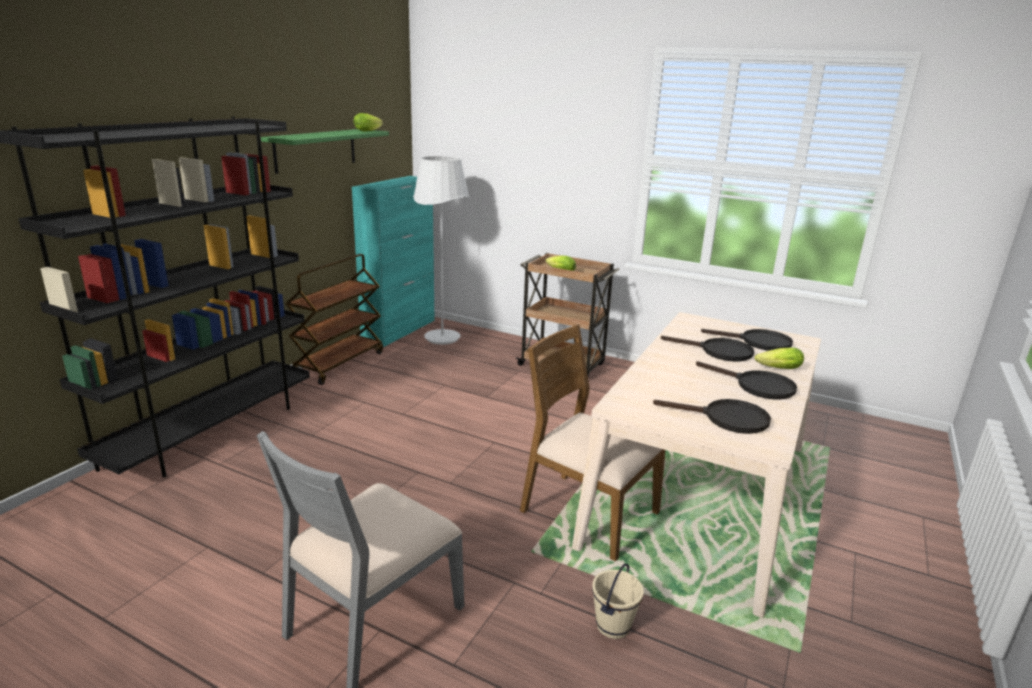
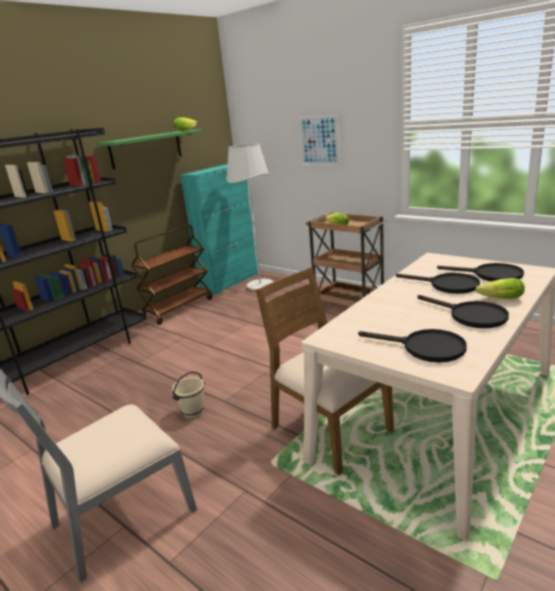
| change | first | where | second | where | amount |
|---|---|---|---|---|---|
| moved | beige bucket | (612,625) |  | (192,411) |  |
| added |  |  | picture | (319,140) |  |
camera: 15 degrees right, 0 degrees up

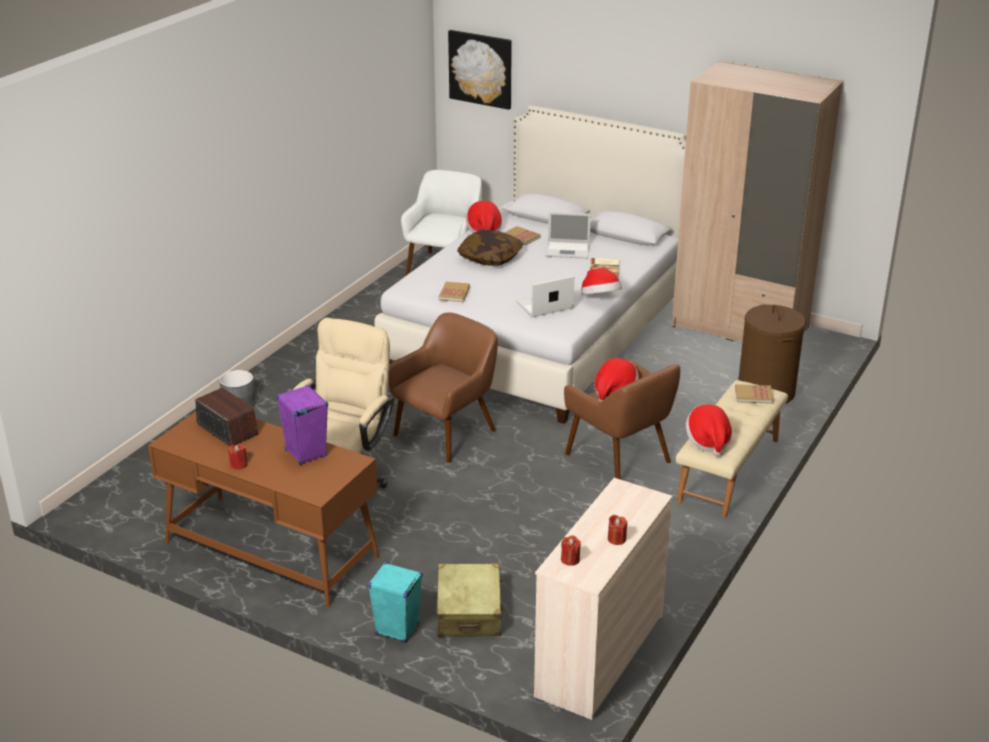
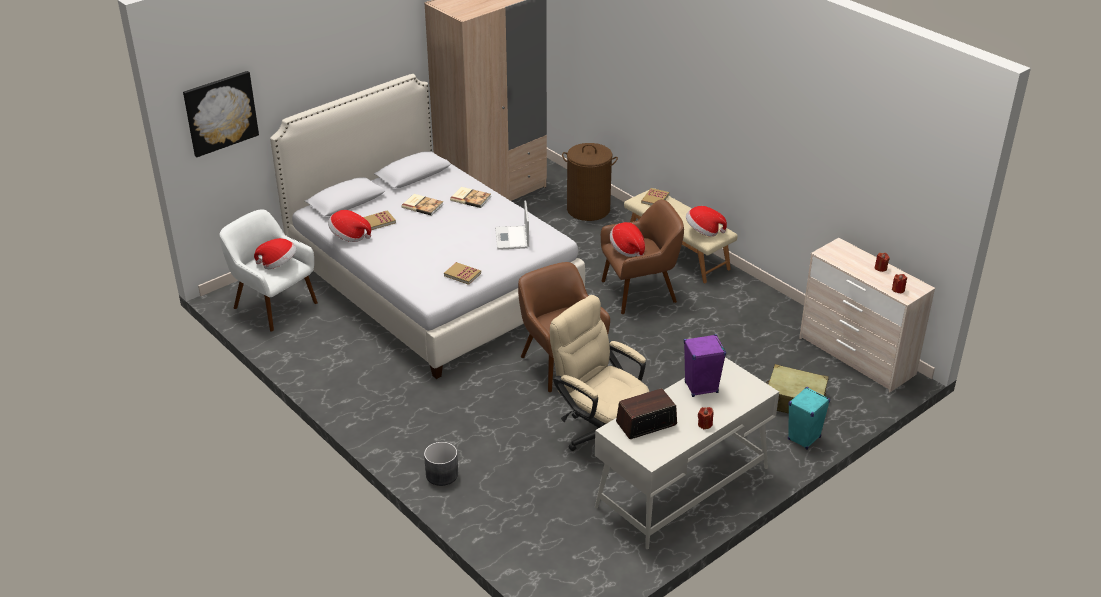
| change | first | where | second | where | amount |
|---|---|---|---|---|---|
| recoloured | brown desk | (271,549) | white desk | (682,487) |  |
| removed | pillow | (490,258) |  |  |  |
| replaced | laptop | (568,250) | book | (422,205) |  |
| moved | hat | (600,298) |  | (278,264) |  |
camera: 70 degrees left, 5 degrees up

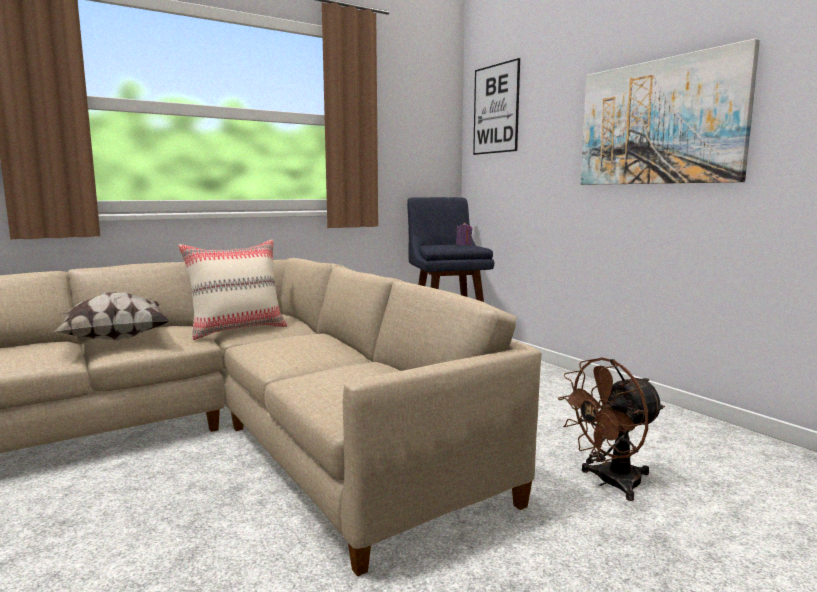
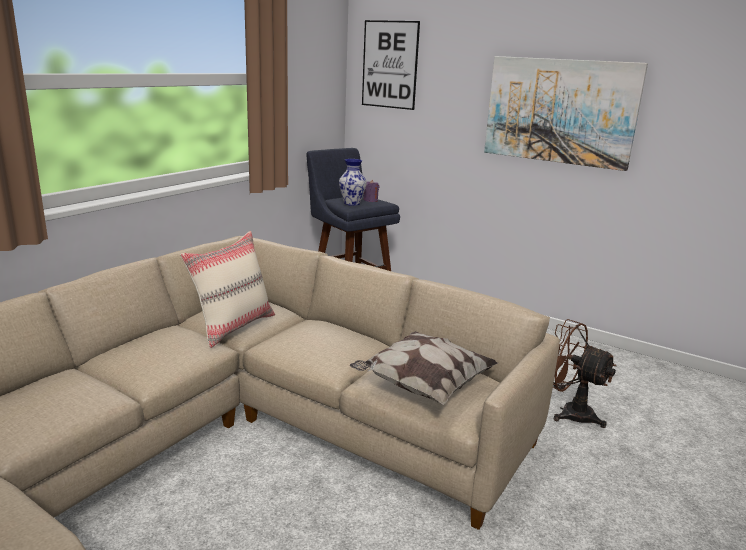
| change | first | where | second | where | amount |
|---|---|---|---|---|---|
| moved | pillow | (114,338) |  | (422,386) |  |
| turned | brown fan | (610,483) |  | (569,412) | 90 degrees clockwise |
| added |  |  | vase | (352,203) |  |
camera: 25 degrees left, 10 degrees up

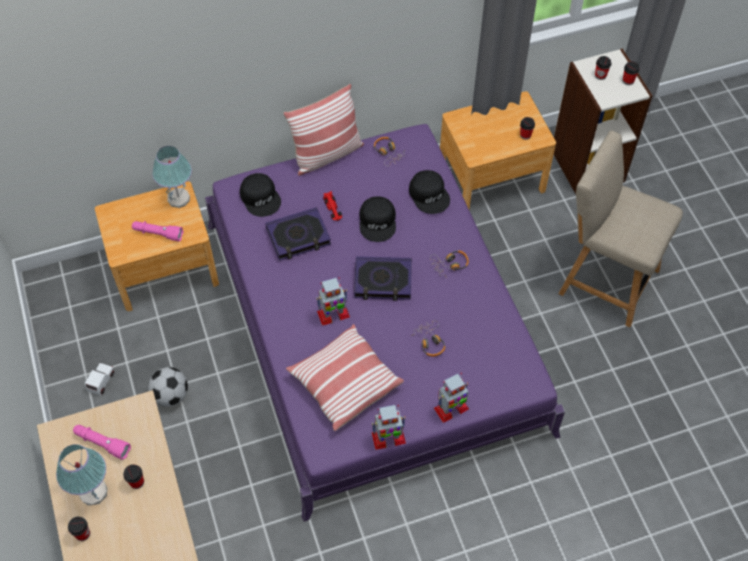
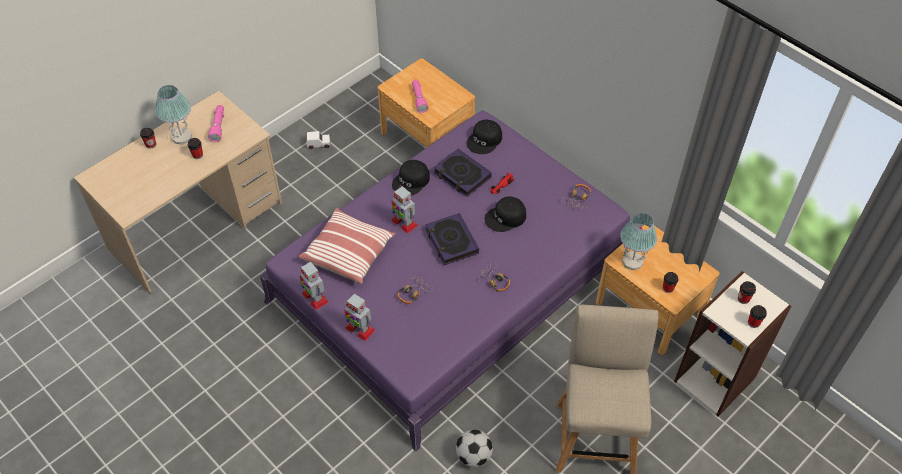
| change | first | where | second | where | amount |
|---|---|---|---|---|---|
| moved | football | (171,395) |  | (474,456) |  |
| moved | table lamp | (178,199) |  | (632,261) |  |
| removed | pillow | (327,154) |  |  |  |
| moved | black cap | (429,194) |  | (411,181) |  |
camera: 65 degrees right, 5 degrees down

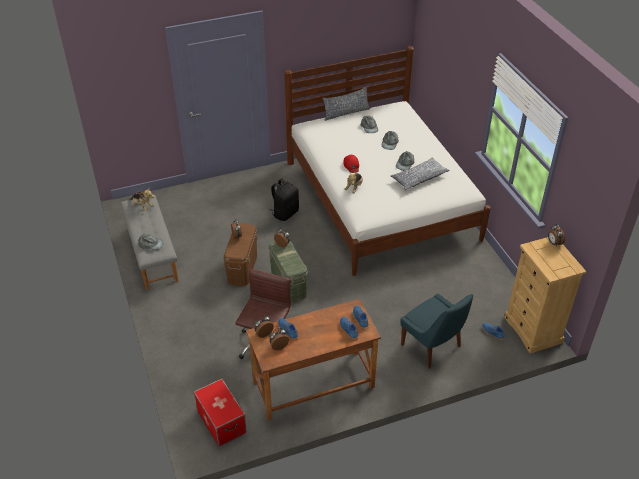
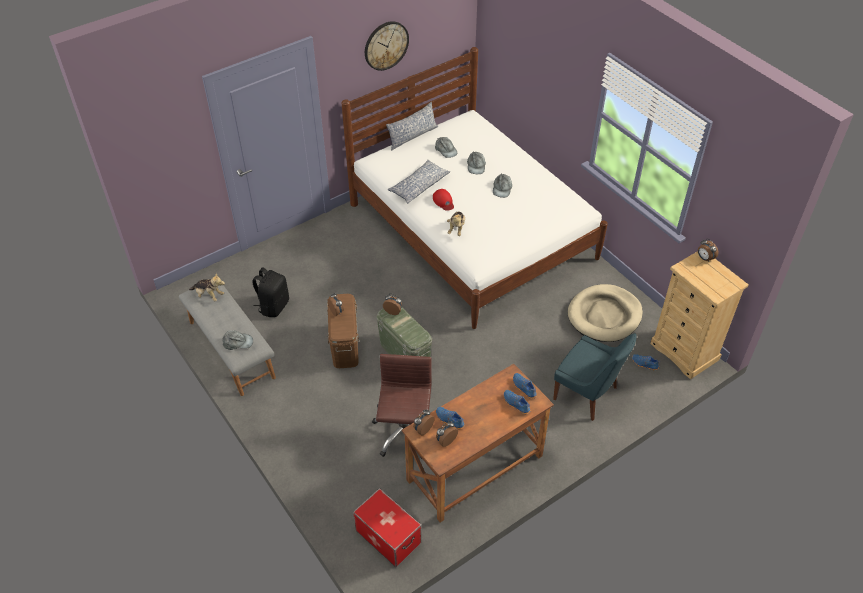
| change | first | where | second | where | amount |
|---|---|---|---|---|---|
| moved | black backpack | (285,213) |  | (273,306) |  |
| moved | pillow | (418,178) |  | (418,186) |  |
| added |  |  | wall clock | (386,45) |  |
| added |  |  | beige dog bed | (604,315) |  |
camera: 15 degrees left, 5 degrees up

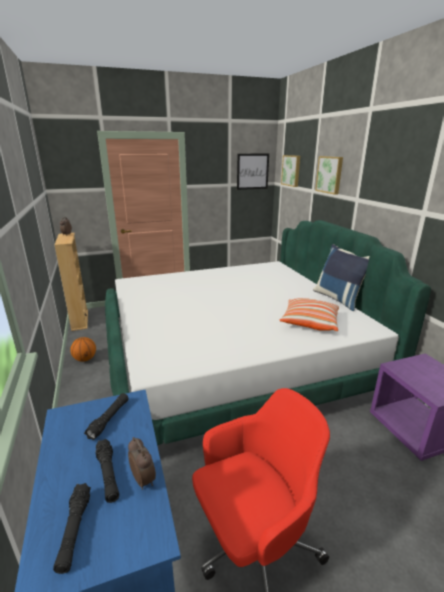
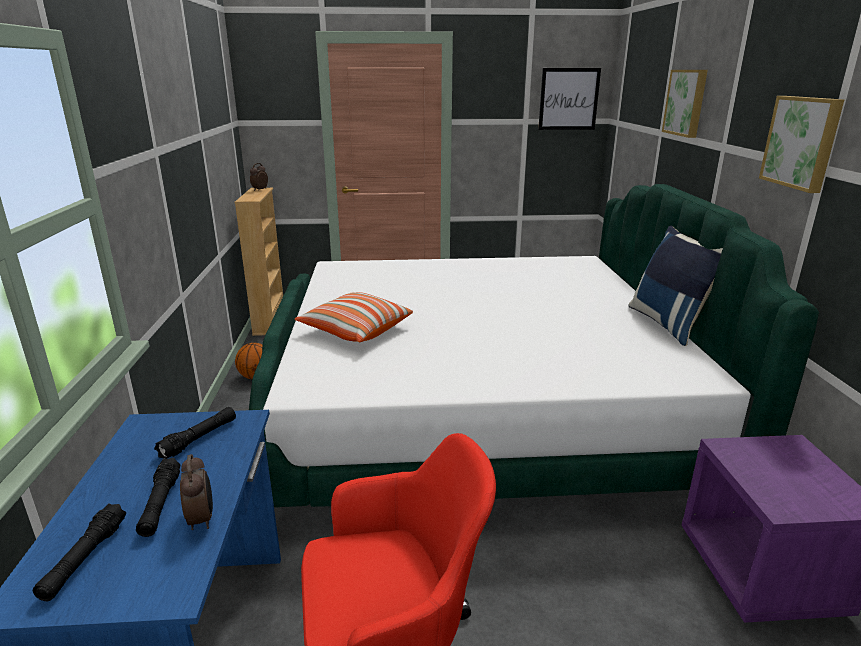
| change | first | where | second | where | amount |
|---|---|---|---|---|---|
| moved | pillow | (309,323) |  | (355,331) |  |
| moved | picture | (291,170) |  | (802,142) |  |
camera: 15 degrees right, 0 degrees up

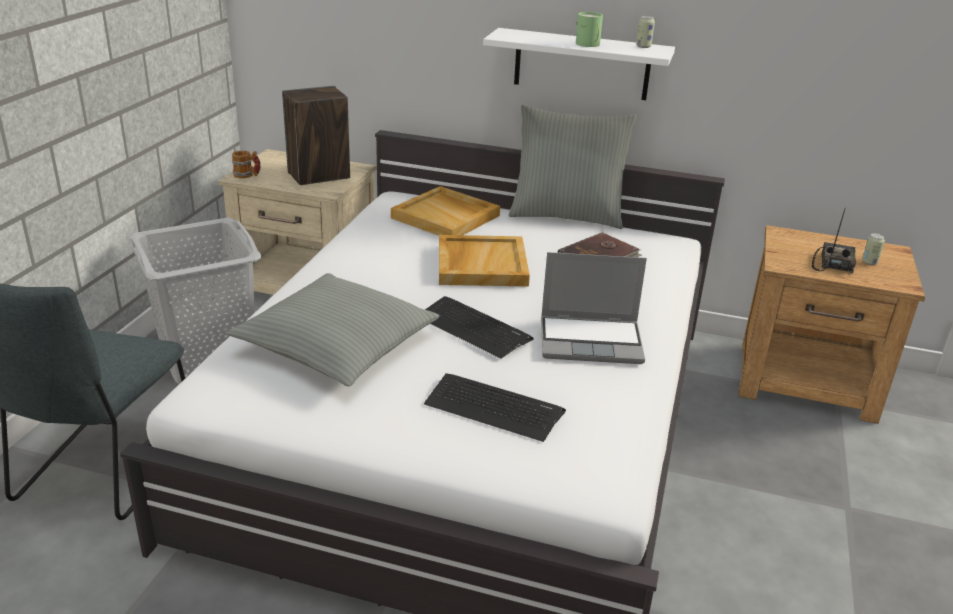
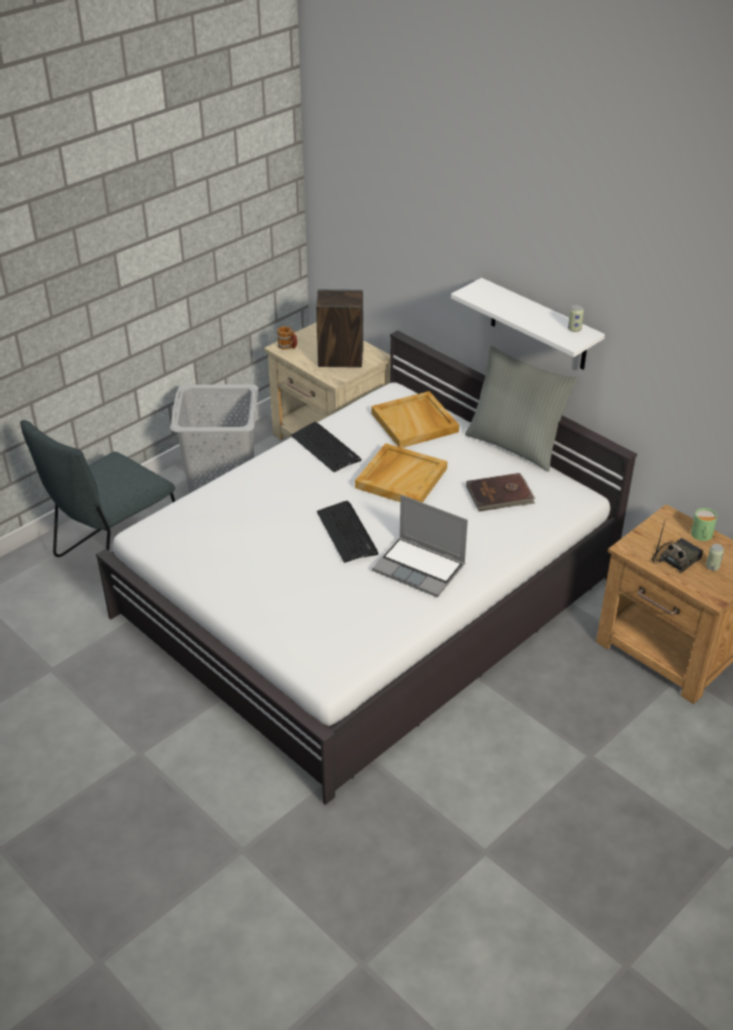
| change | first | where | second | where | amount |
|---|---|---|---|---|---|
| removed | grey pillow | (337,344) |  |  |  |
| moved | keyboard | (493,408) |  | (326,448) |  |
| moved | green mug | (588,44) |  | (701,535) |  |
camera: 30 degrees right, 10 degrees up

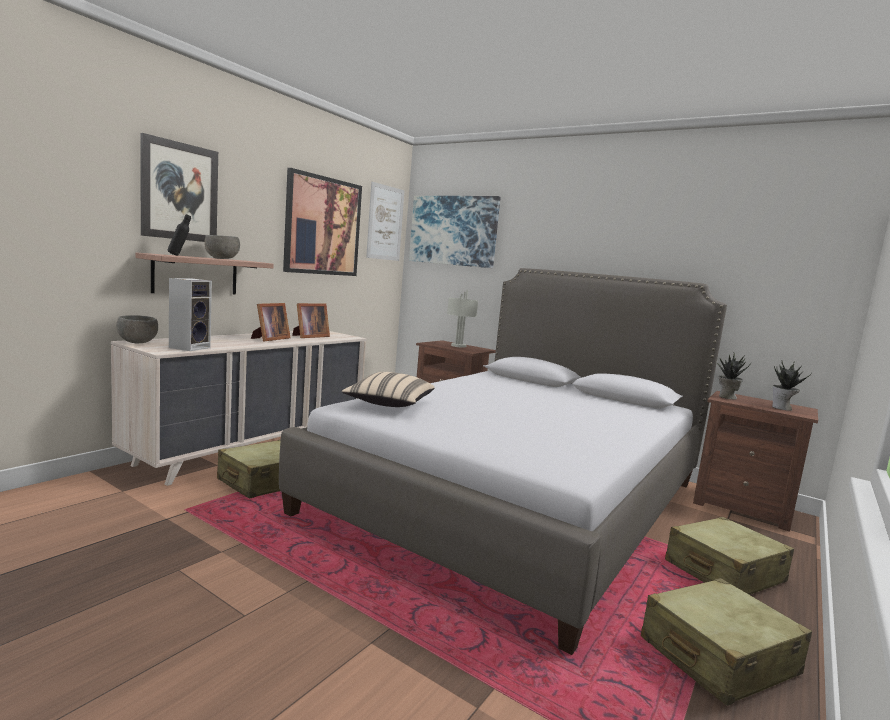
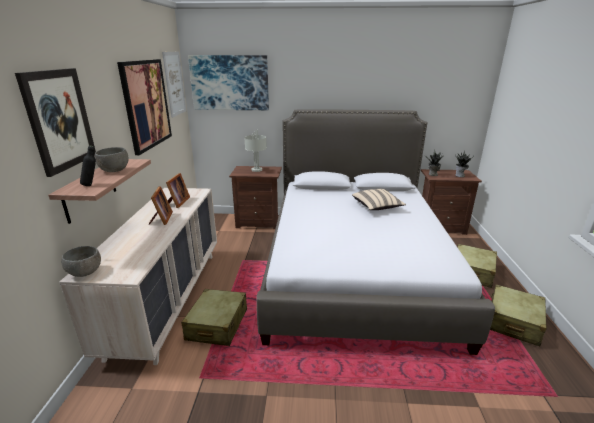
| change | first | where | second | where | amount |
|---|---|---|---|---|---|
| removed | speaker | (190,347) |  |  |  |
| moved | beige pillow | (389,404) |  | (377,207) |  |
camera: 30 degrees left, 15 degrees up

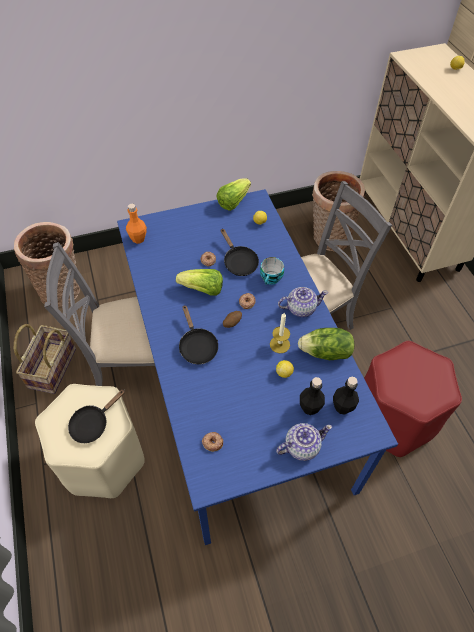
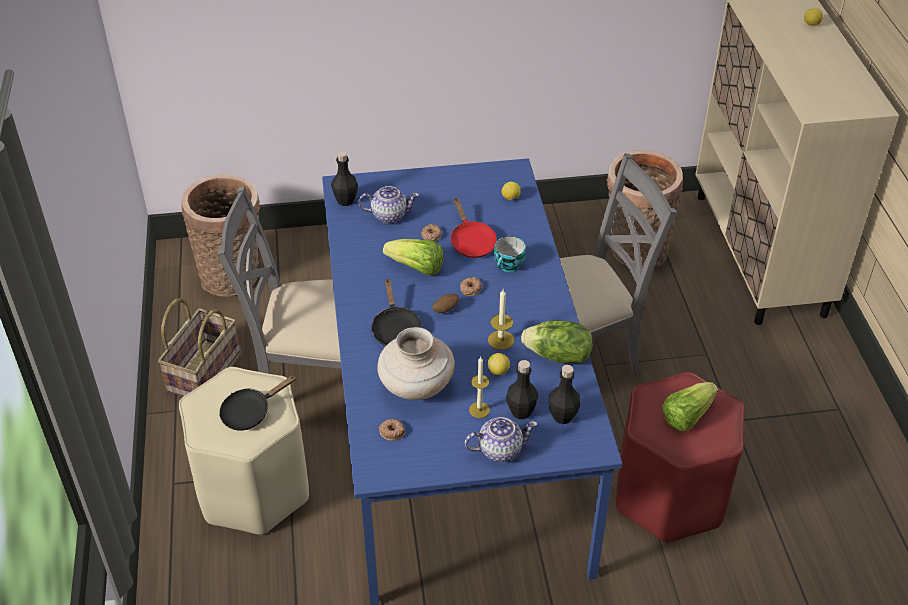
| change | first | where | second | where | amount |
|---|---|---|---|---|---|
| recoloured | orange bottle | (138,239) | black bottle | (345,201) |  |
| moved | lettuce | (233,201) |  | (686,416) |  |
| recoloured | black frying pan | (239,262) | red frying pan | (471,242) |  |
| moved | teapot | (300,308) |  | (389,215) |  |
| added |  |  | beige vase | (416,387) |  |
| added |  |  | candle | (479,410) |  |
camera: 10 degrees right, 10 degrees down

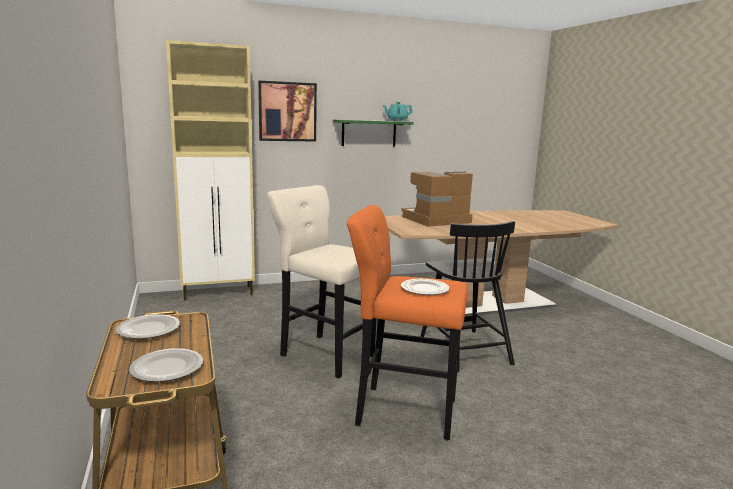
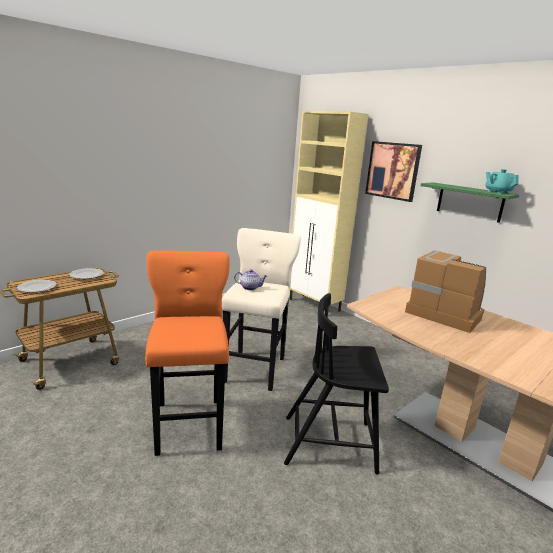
| change | first | where | second | where | amount |
|---|---|---|---|---|---|
| removed | plate | (424,289) |  |  |  |
| turned | black chair | (464,349) |  | (331,443) | 45 degrees clockwise |
| added |  |  | teapot | (250,288) |  |
camera: 65 degrees right, 5 degrees up

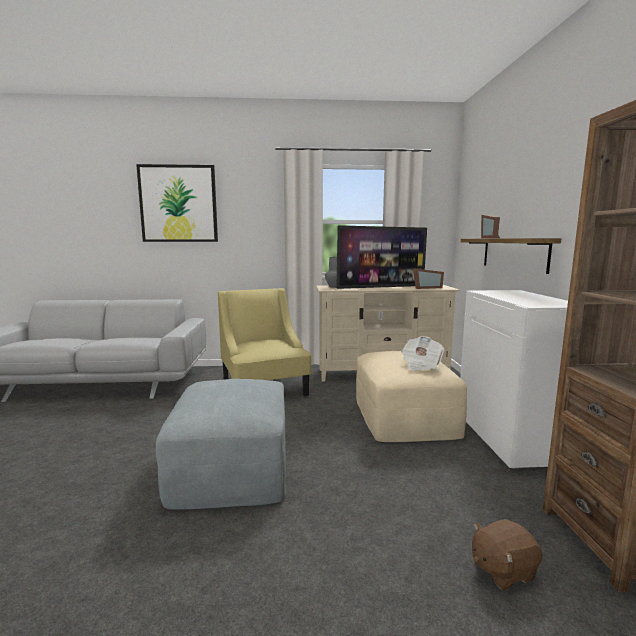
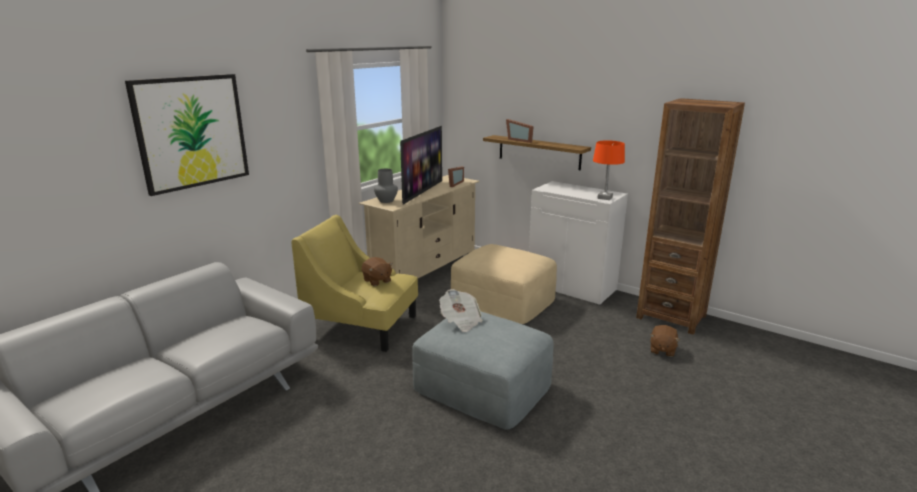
| change | first | where | second | where | amount |
|---|---|---|---|---|---|
| moved | newspaper | (421,365) |  | (460,321) |  |
| added |  |  | brown plush toy | (377,281) |  |
| added |  |  | orange table lamp | (605,198) |  |
camera: 50 degrees left, 10 degrees up

